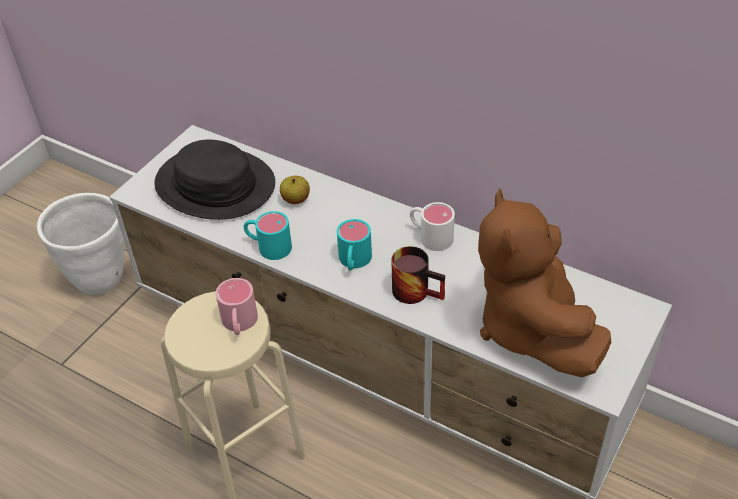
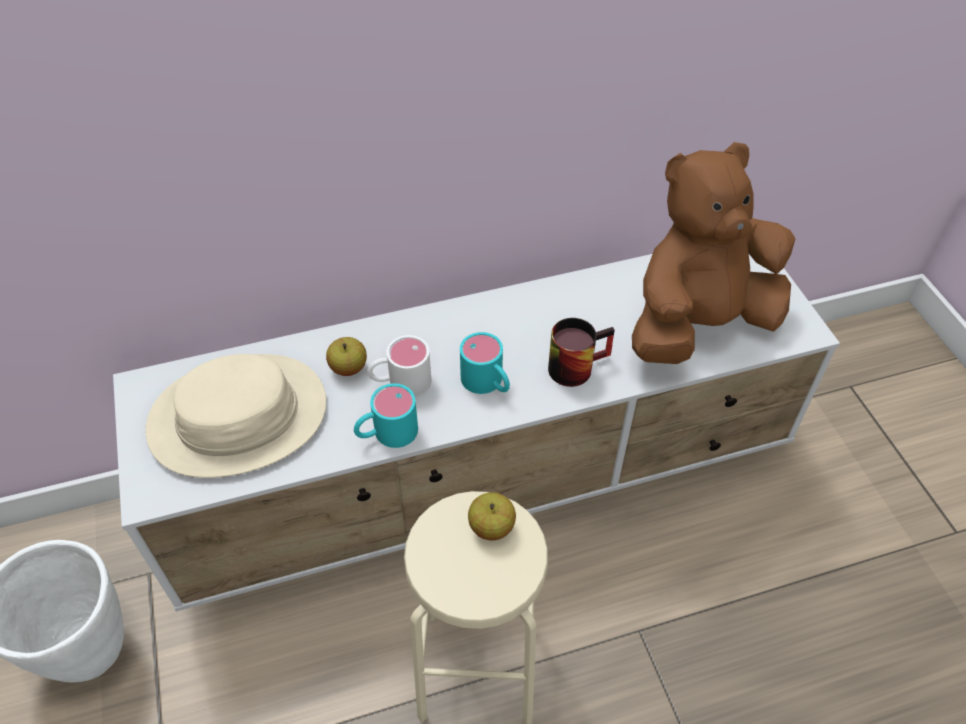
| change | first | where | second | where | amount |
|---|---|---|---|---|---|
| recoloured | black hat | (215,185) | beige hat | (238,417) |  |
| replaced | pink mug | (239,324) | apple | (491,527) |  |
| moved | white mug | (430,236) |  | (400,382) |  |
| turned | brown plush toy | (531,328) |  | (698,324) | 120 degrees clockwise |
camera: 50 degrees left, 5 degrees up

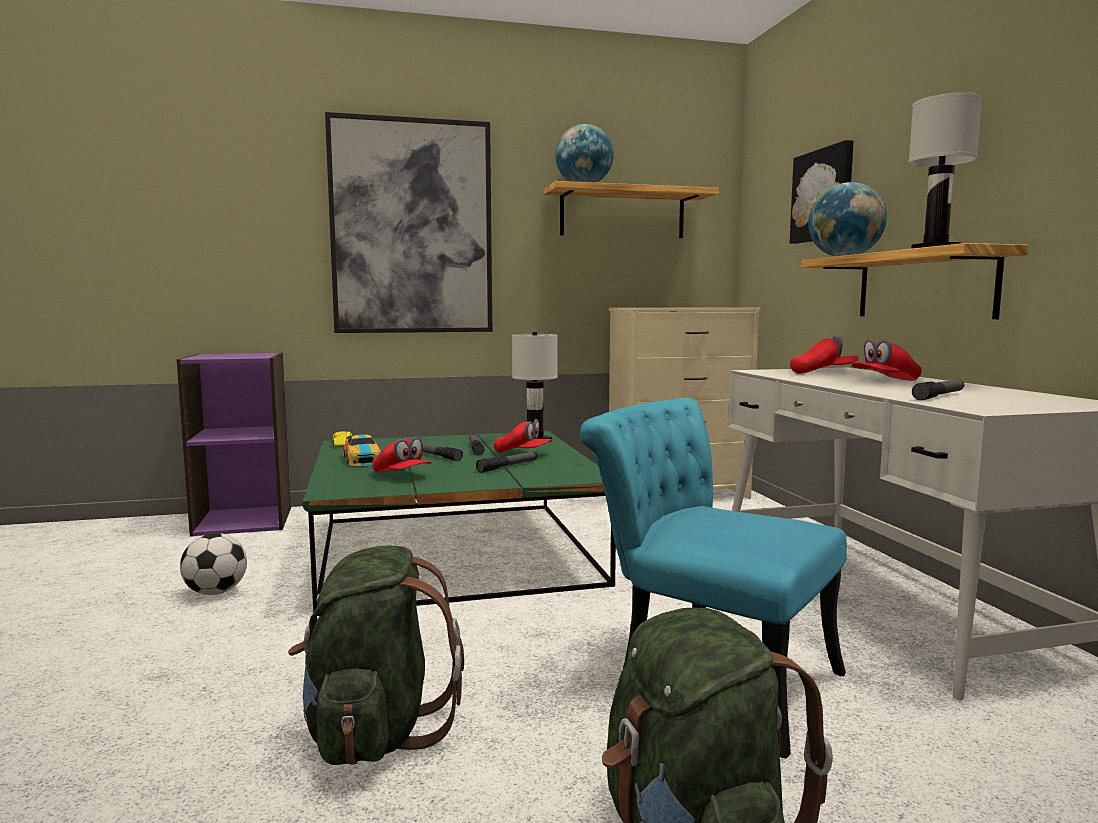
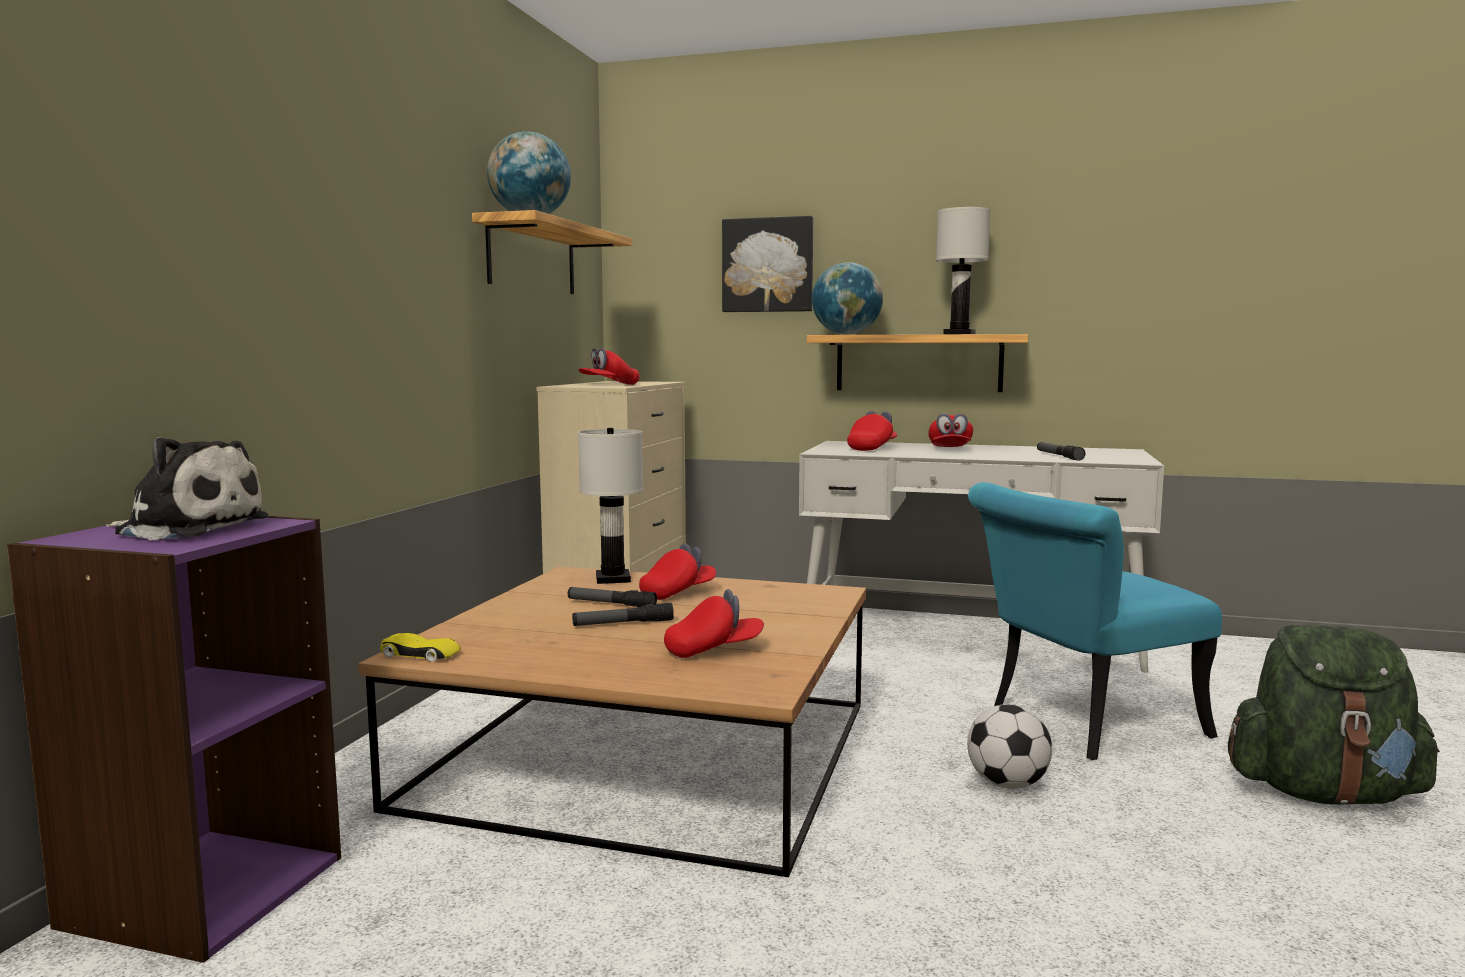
| change | first | where | second | where | amount |
|---|---|---|---|---|---|
| moved | football | (216,592) |  | (1007,784) |  |
| removed | green backpack | (375,731) |  |  |  |
| recoloured | green coffee table | (454,550) | brown coffee table | (648,752) |  |
| removed | picture | (412,227) |  |  |  |
| removed | toy car | (362,459) |  |  |  |
| removed | flashlight | (507,467) |  |  |  |
| added |  |  | plush toy | (188,528) |  |
| added |  |  | red cap | (609,385) |  |
camera: 60 degrees left, 0 degrees up

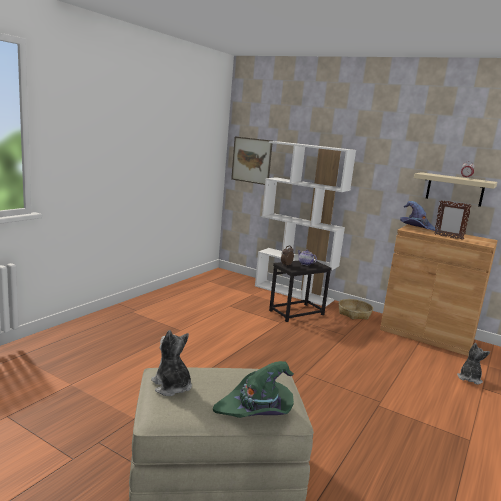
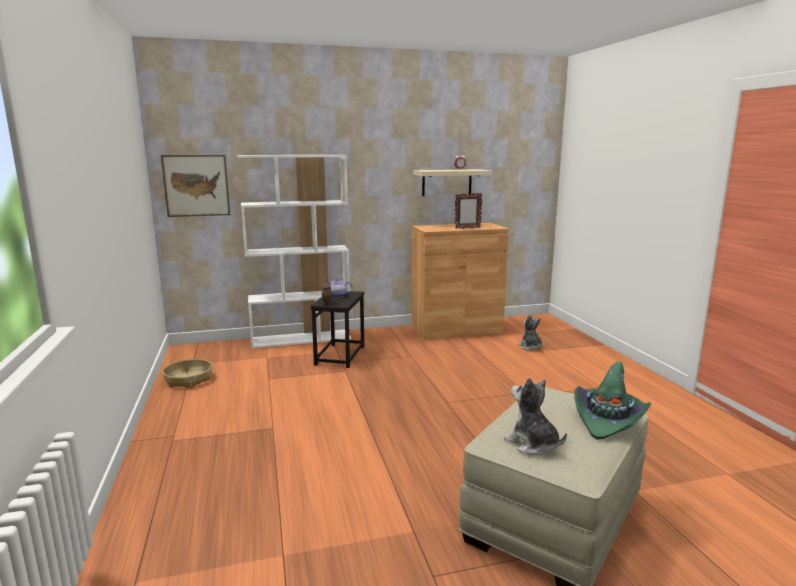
| change | first | where | second | where | amount |
|---|---|---|---|---|---|
| turned | plush toy | (172,386) |  | (532,444) | 45 degrees clockwise |
| moved | basket | (354,314) |  | (188,379) |  |
| removed | purple hat | (417,228) |  |  |  |
camera: 45 degrees left, 0 degrees up

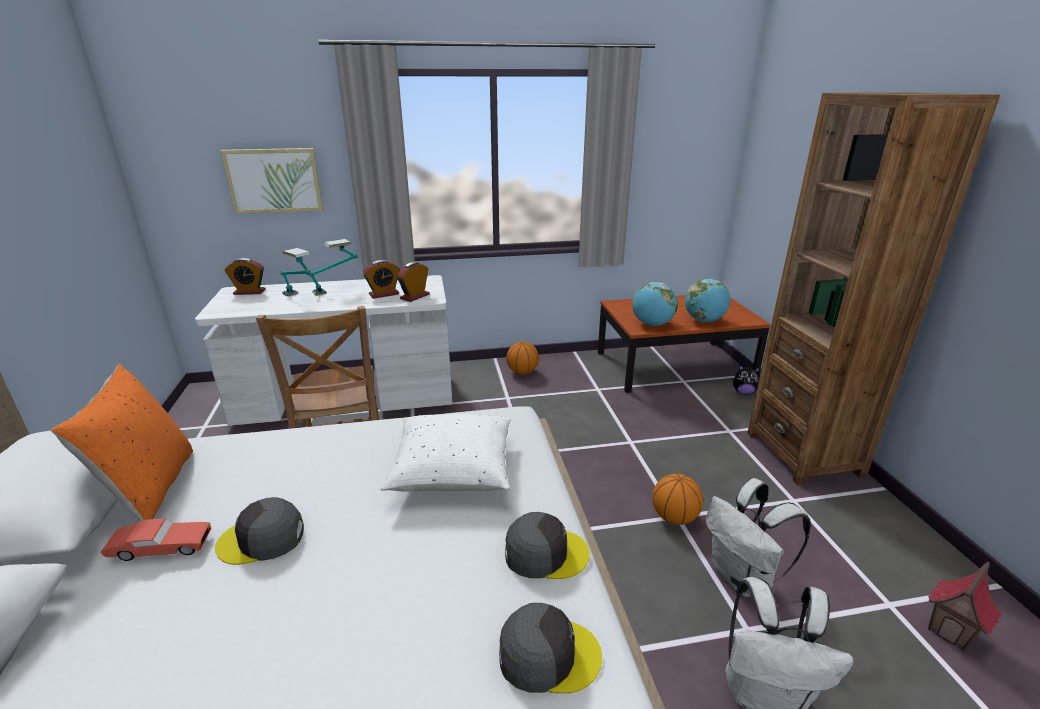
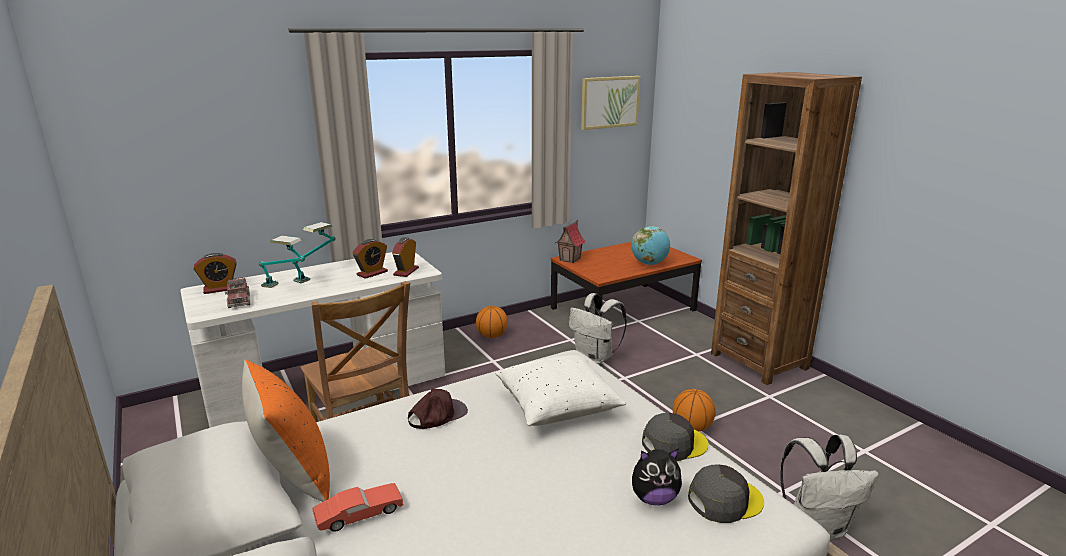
| change | first | where | second | where | amount |
|---|---|---|---|---|---|
| removed | grey cap | (262,539) |  |  |  |
| moved | picture | (274,180) |  | (609,102) |  |
| removed | globe | (652,324) |  |  |  |
| moved | white backpack | (743,578) |  | (595,357) |  |
| moved | plush toy | (744,392) |  | (654,498) |  |
| moved | toy house | (951,631) |  | (570,259) |  |
| added |  |  | toy truck | (239,300) |  |
| added |  |  | brown cap | (437,415) |  |
camera: 20 degrees left, 5 degrees down

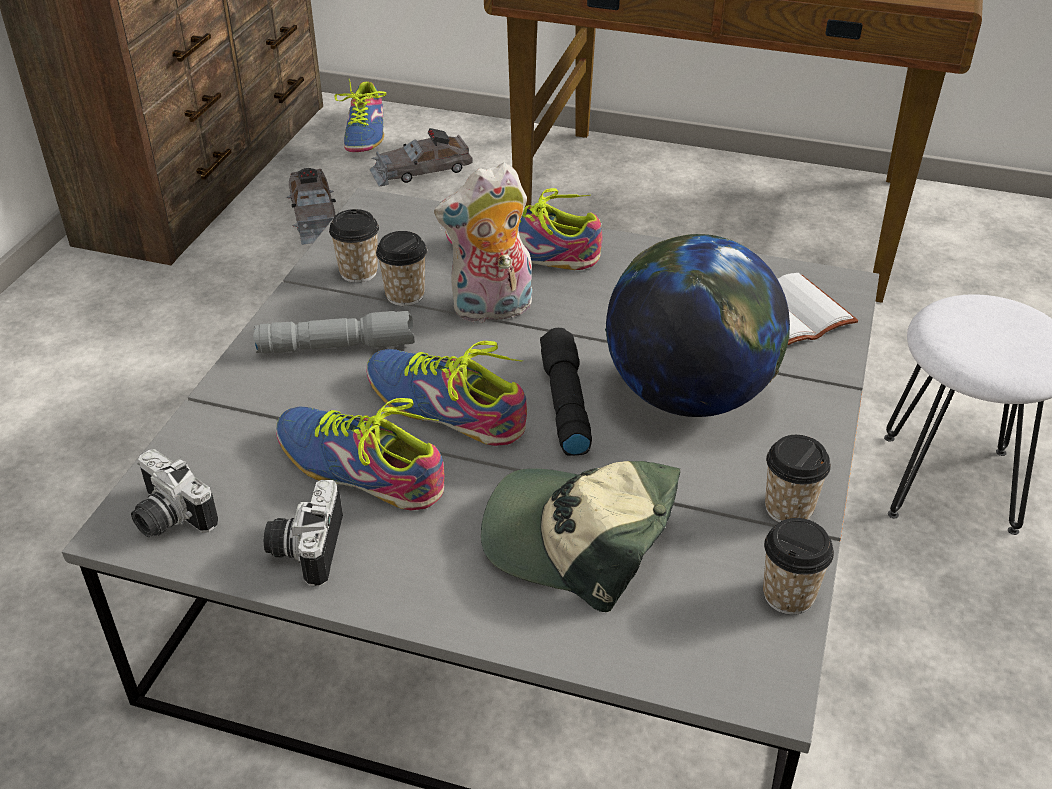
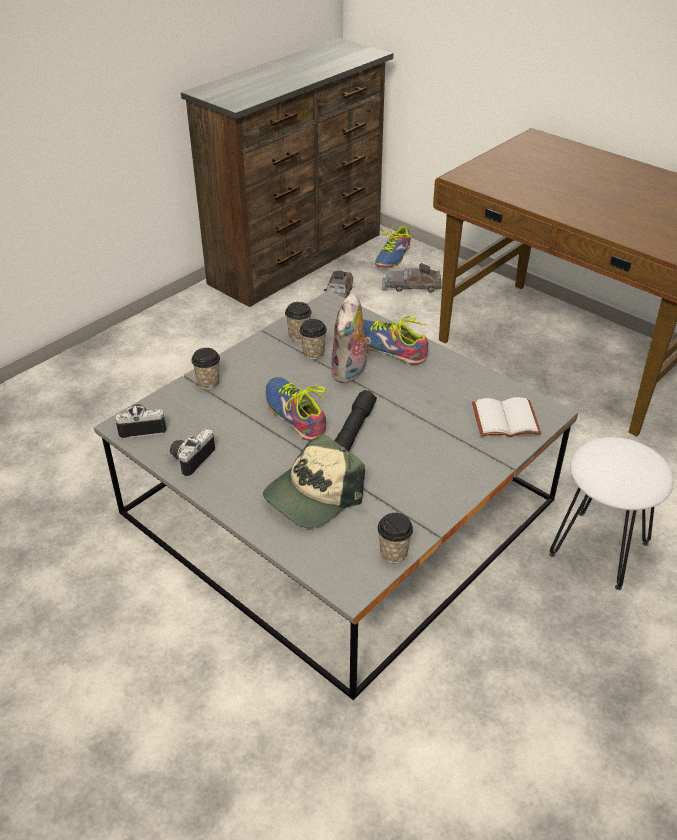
| change | first | where | second | where | amount |
|---|---|---|---|---|---|
| turned | photo camera | (167,518) |  | (142,427) | 105 degrees clockwise |
| removed | grey flashlight | (338,346) |  |  |  |
| removed | shoe | (360,469) |  |  |  |
| turned | plush toy | (491,310) |  | (350,373) | 75 degrees counterclockwise |
| turned | cap | (579,540) |  | (313,495) | 90 degrees counterclockwise |
| removed | globe | (689,396) |  |  |  |
| moved | cup | (788,509) |  | (208,383) |  |
camera: 25 degrees right, 0 degrees up

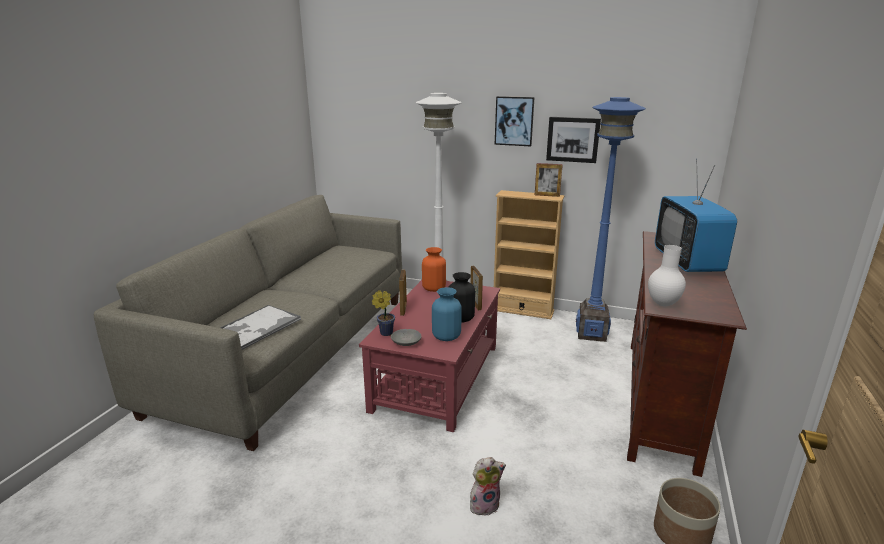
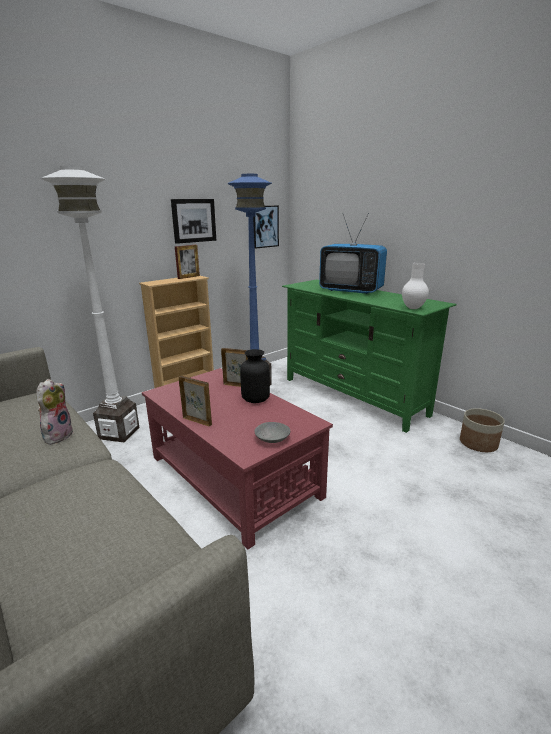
| change | first | where | second | where | amount |
|---|---|---|---|---|---|
| removed | tray | (255,328) |  |  |  |
| removed | potted plant | (384,333) |  |  |  |
| removed | orange vase | (434,288) |  |  |  |
| removed | blue vase | (446,336) |  |  |  |
| moved | plush toy | (485,504) |  | (58,435) |  |
| moved | picture | (514,121) |  | (265,226) |  |
| recoloured | brown tv stand | (660,400) | green tv stand | (353,396) |  |
camera: 60 degrees left, 0 degrees up

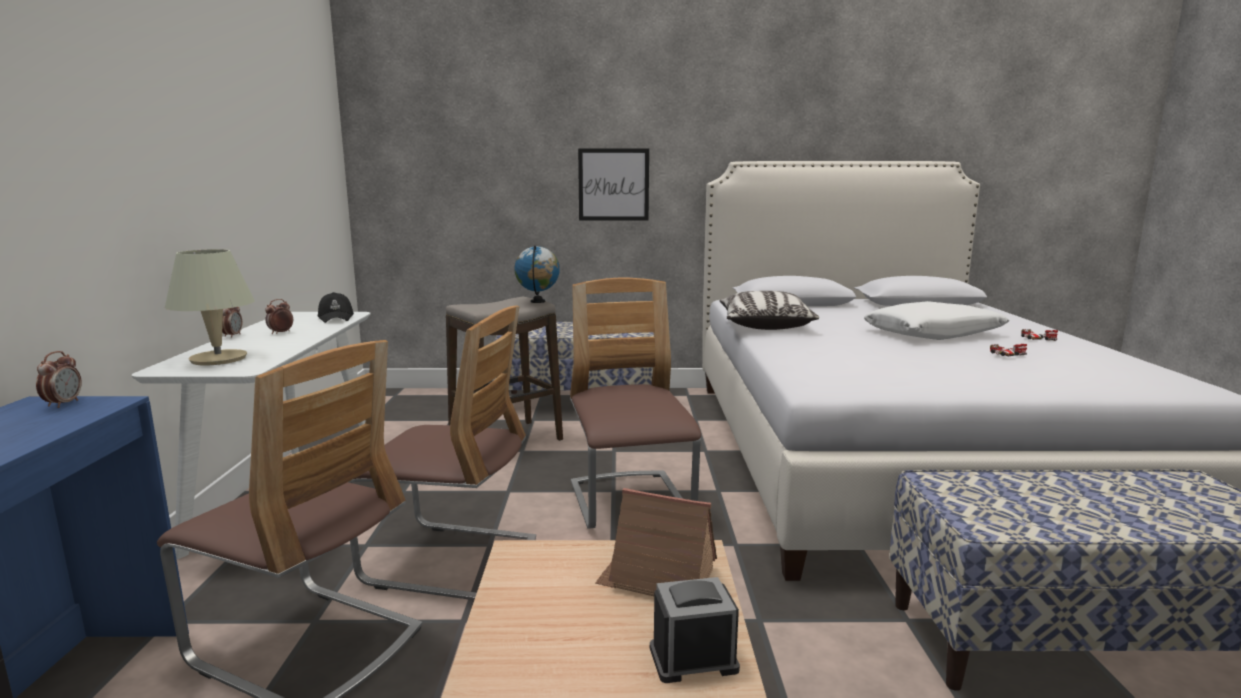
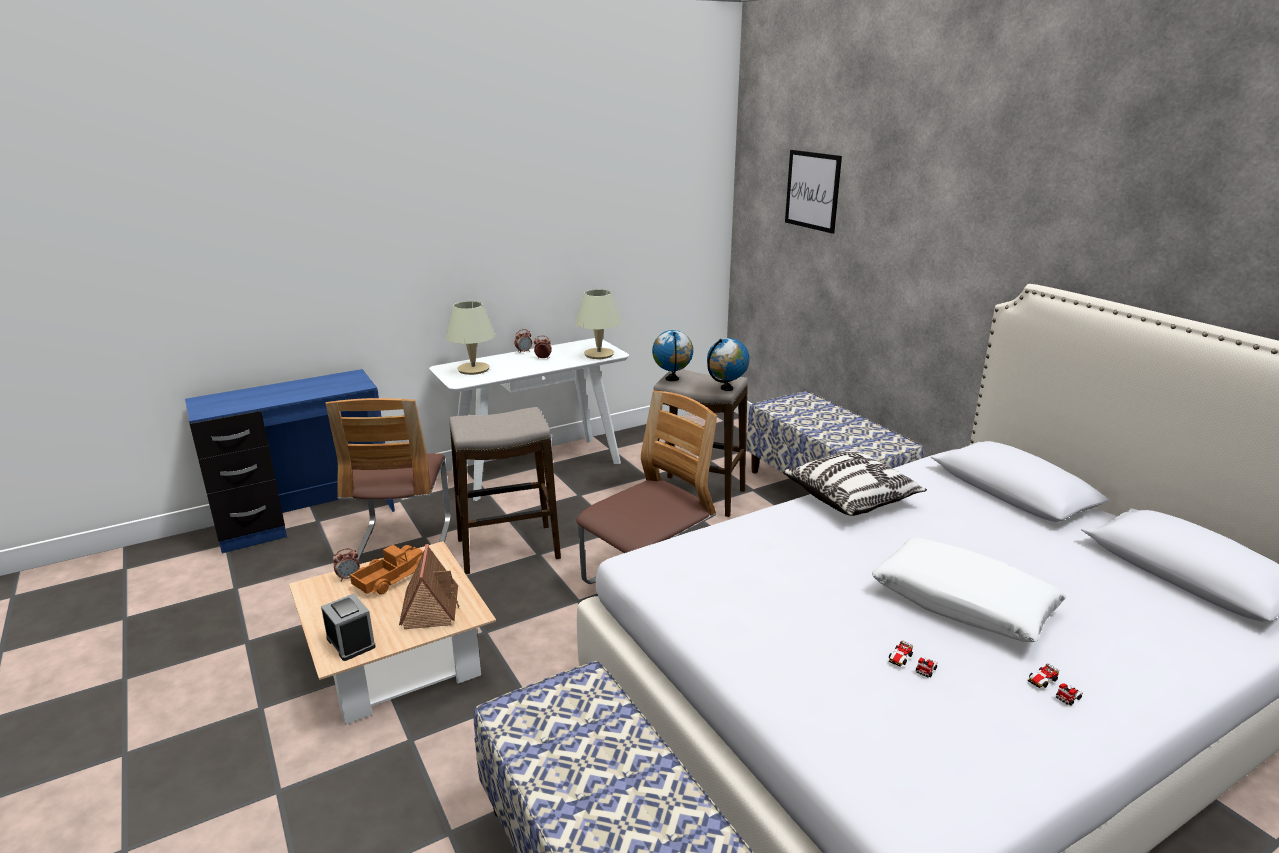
| change | first | where | second | where | amount |
|---|---|---|---|---|---|
| moved | alarm clock | (63,404) |  | (348,577) |  |
| replaced | black cap | (336,317) | beige table lamp | (599,354) |  |
| replaced | chair | (451,561) | stool | (508,549) |  |
| moved | picture | (613,184) |  | (812,190) |  |
| added |  |  | toy truck | (392,576) |  |
| added |  |  | globe | (672,379) |  |
camera: 60 degrees right, 10 degrees up

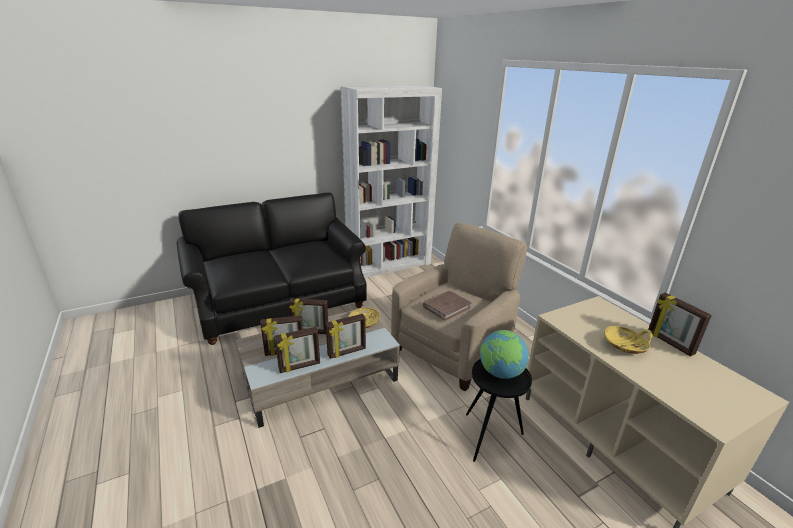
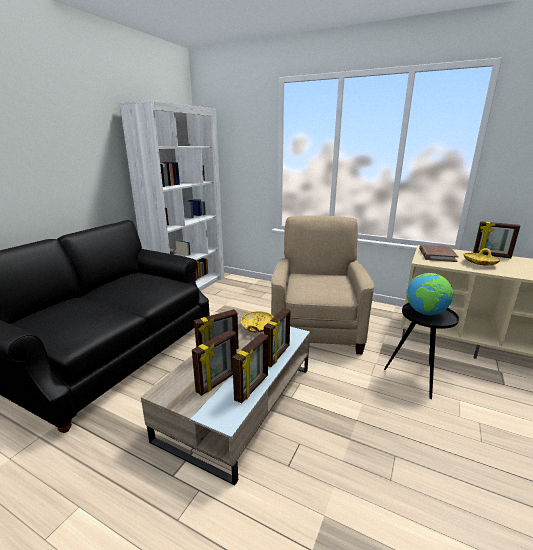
| change | first | where | second | where | amount |
|---|---|---|---|---|---|
| moved | brown book | (446,307) |  | (436,255) |  |
camera: 35 degrees left, 5 degrees down

